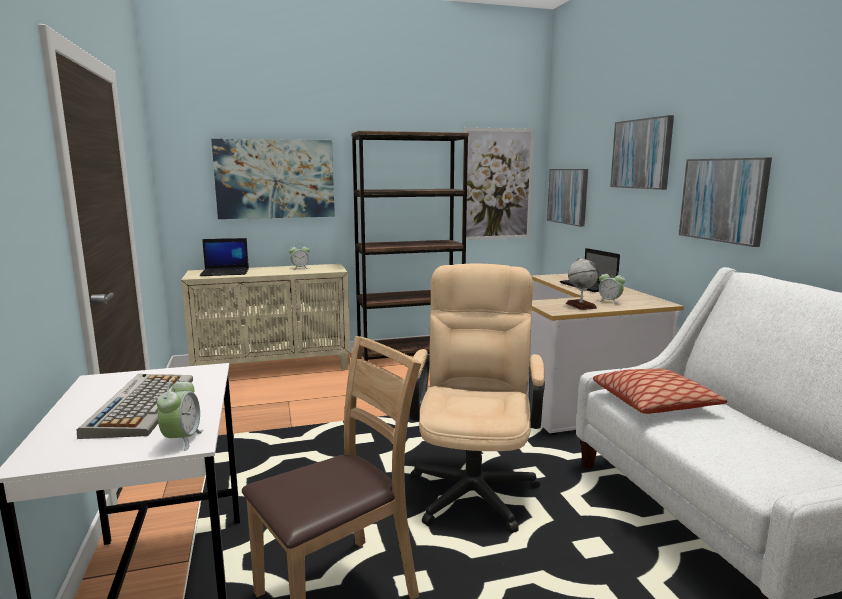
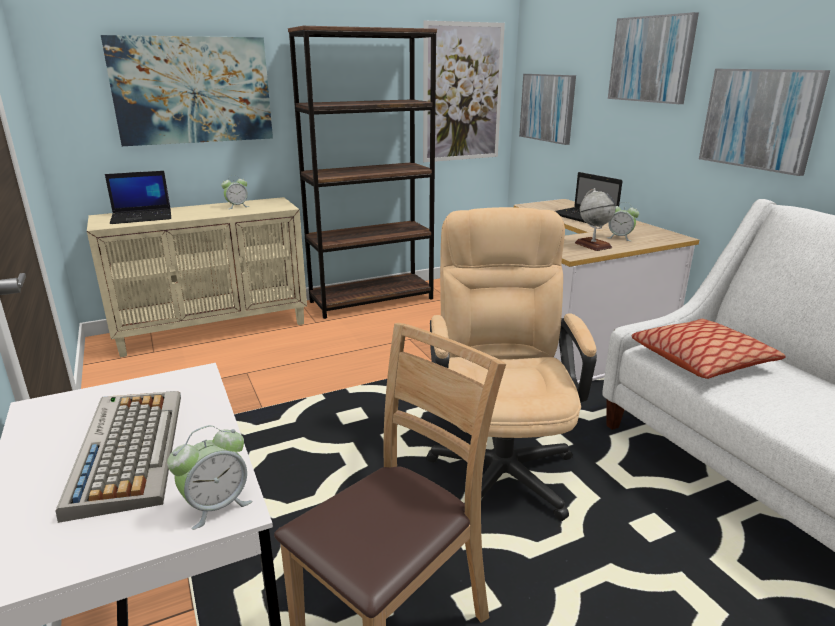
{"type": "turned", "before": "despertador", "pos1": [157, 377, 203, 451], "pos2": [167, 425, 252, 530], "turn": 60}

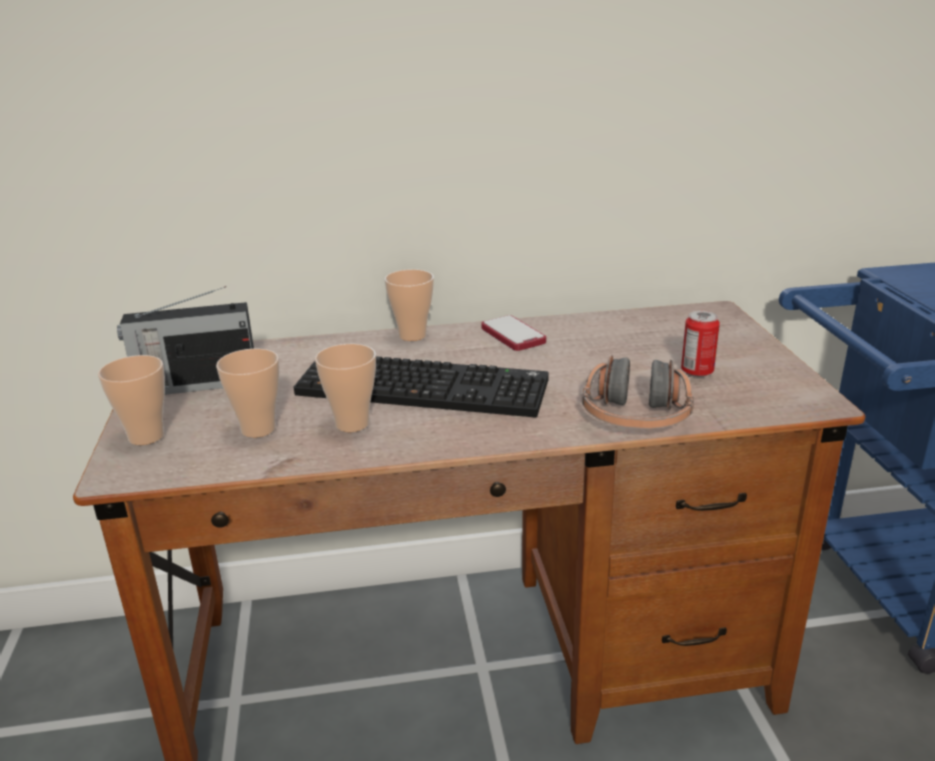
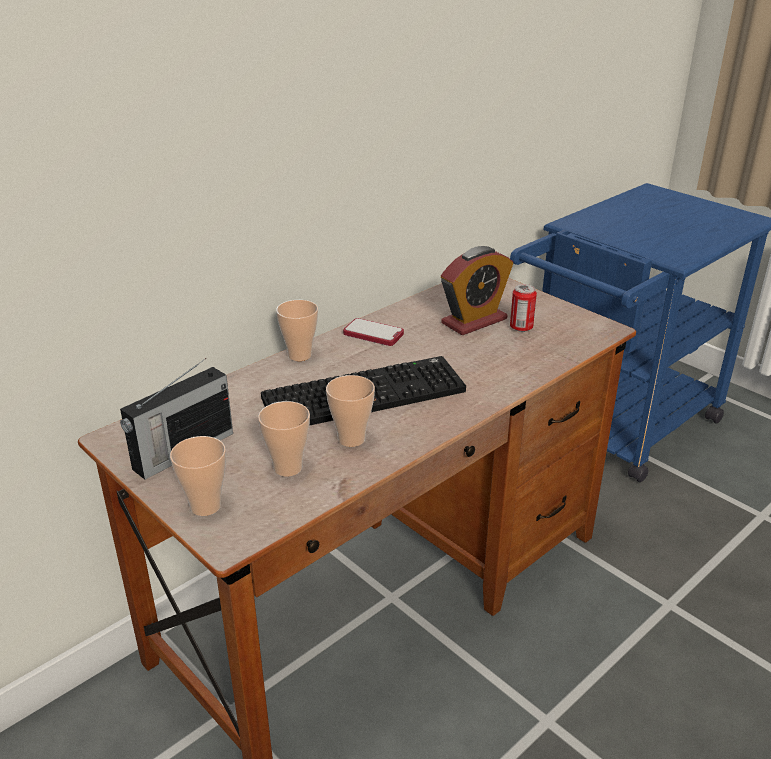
{"type": "removed", "before": "auriculares", "pos1": [582, 355, 694, 429]}
{"type": "added", "after": "despertador", "pos2": [441, 246, 513, 336]}

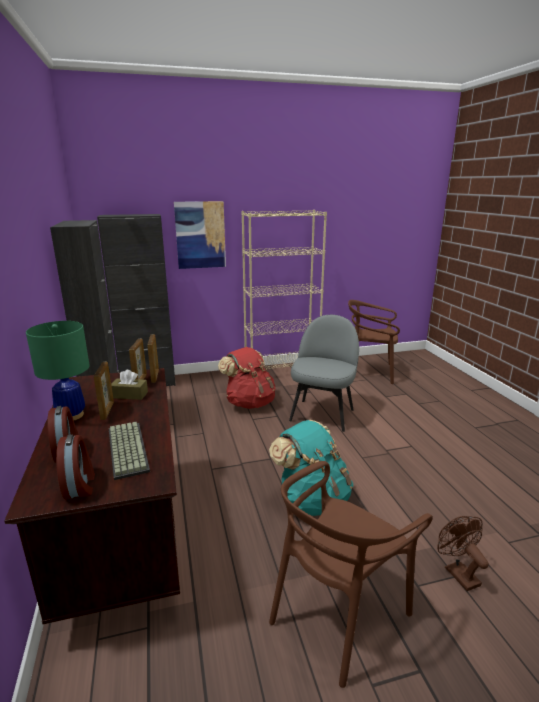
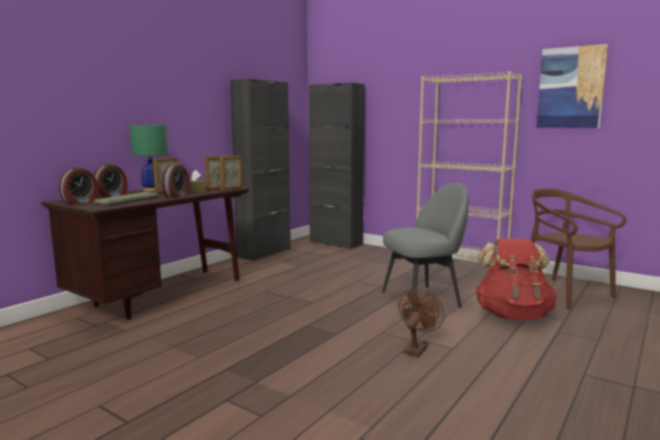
{"type": "moved", "before": "cuadro", "pos1": [174, 201, 226, 269], "pos2": [536, 44, 608, 128]}
{"type": "moved", "before": "mochila/rojo", "pos1": [218, 347, 275, 409], "pos2": [475, 238, 557, 320]}
{"type": "removed", "before": "mochila/turquesa", "pos1": [269, 420, 354, 516]}
{"type": "removed", "before": "silla/marrón", "pos1": [269, 461, 433, 688]}
{"type": "moved", "before": "ventilador/marrón", "pos1": [437, 516, 489, 591], "pos2": [398, 289, 445, 357]}
{"type": "added", "after": "despertador", "pos2": [162, 163, 190, 198]}

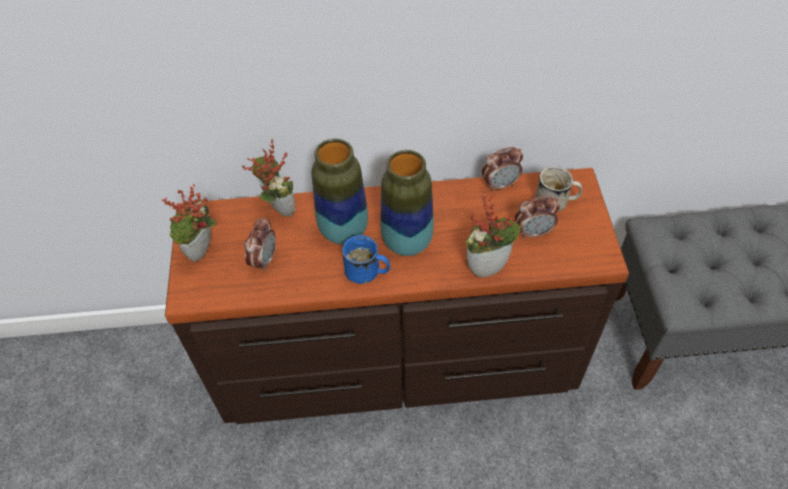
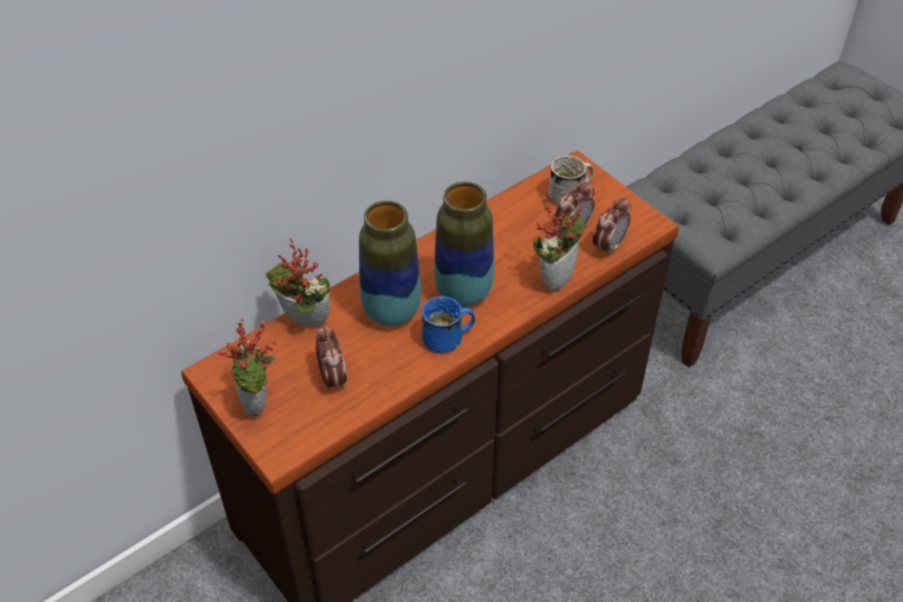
{"type": "moved", "before": "despertador", "pos1": [482, 147, 523, 192], "pos2": [593, 197, 631, 257]}

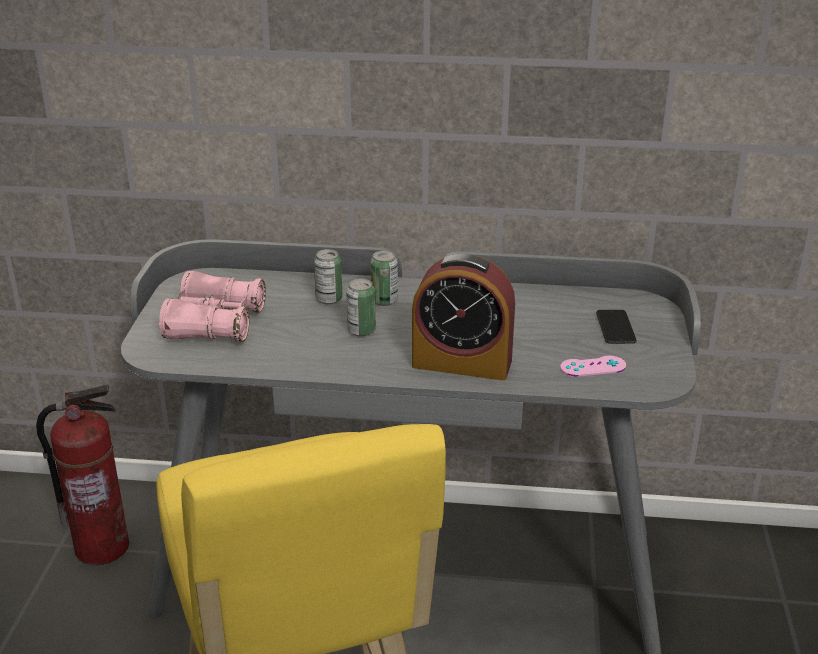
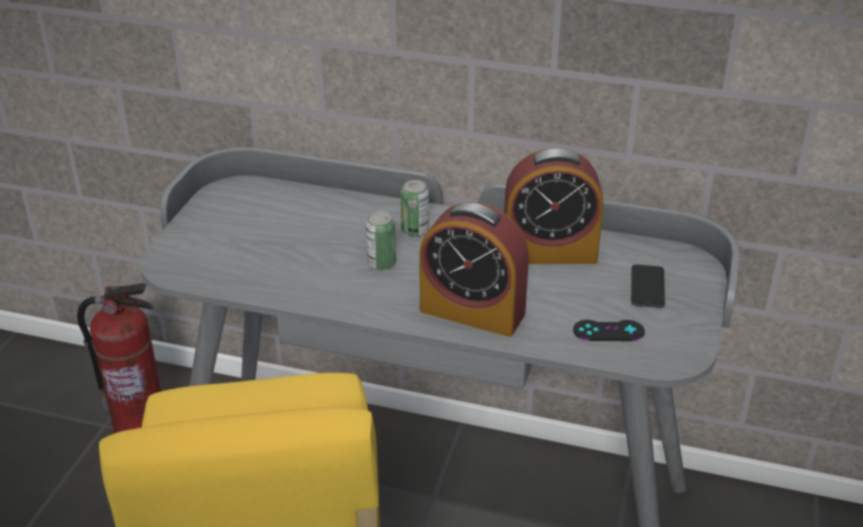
{"type": "removed", "before": "prismáticos/rosa", "pos1": [159, 271, 266, 342]}
{"type": "removed", "before": "lata", "pos1": [314, 249, 343, 304]}
{"type": "recoloured", "before": "mando de consola/rosa", "after": "mando de consola/negro", "pos1": [560, 356, 626, 377], "pos2": [573, 320, 645, 341]}
{"type": "added", "after": "despertador", "pos2": [504, 148, 603, 264]}

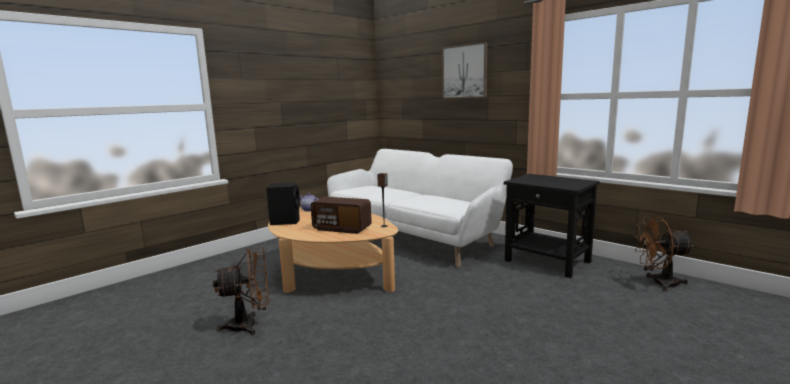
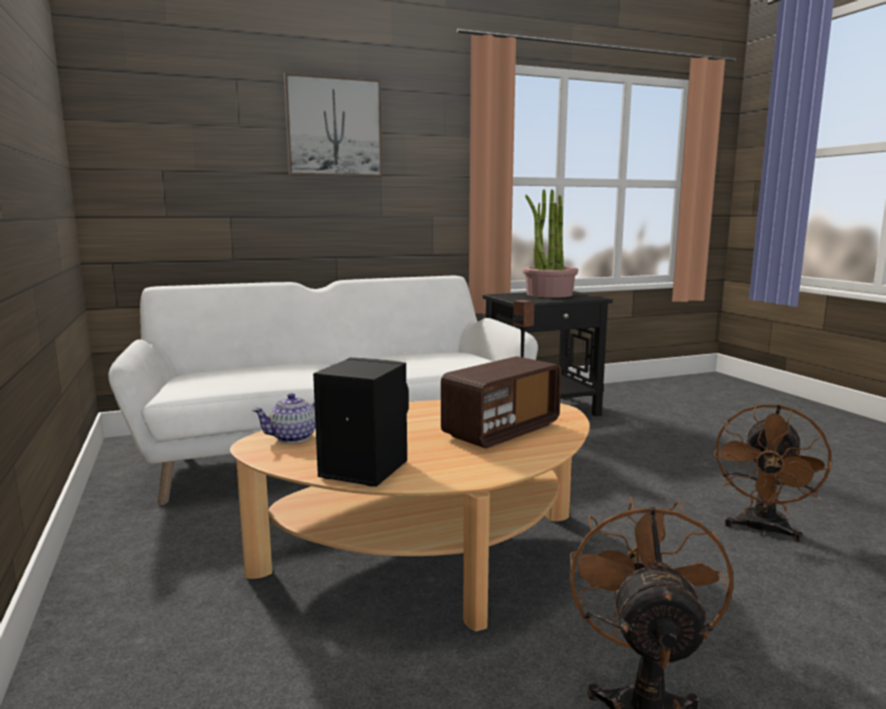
{"type": "moved", "before": "ventilador/marrón", "pos1": [634, 217, 695, 291], "pos2": [713, 404, 831, 542]}
{"type": "added", "after": "planta en maceta", "pos2": [523, 189, 578, 298]}

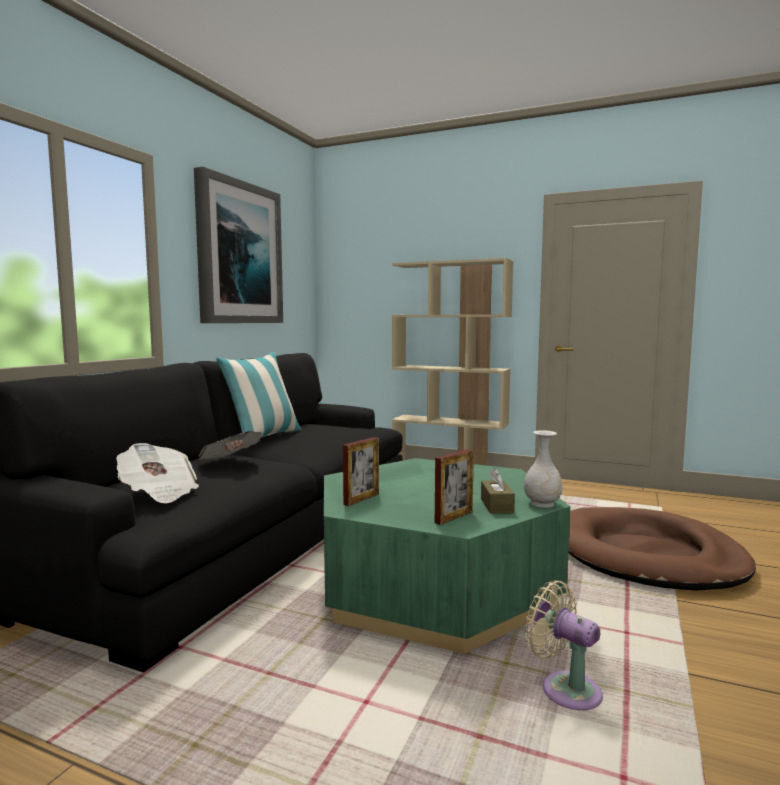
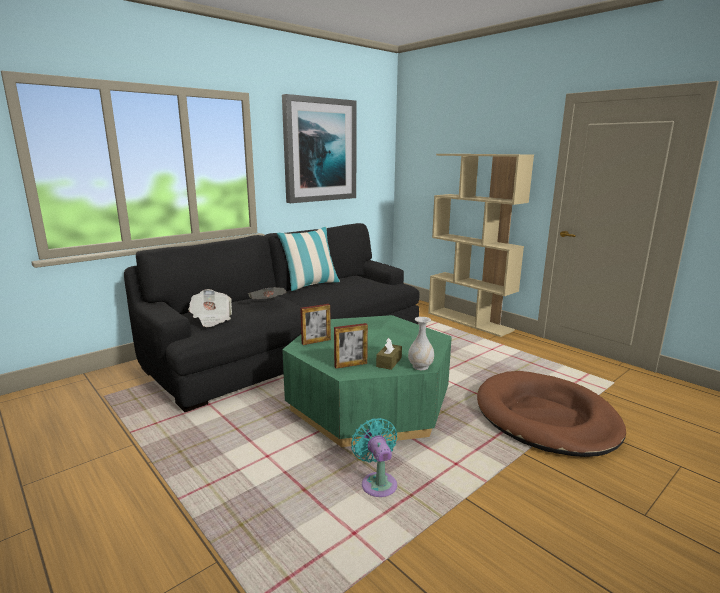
{"type": "recoloured", "before": "ventilador/beis", "after": "ventilador/turquesa", "pos1": [525, 580, 603, 710], "pos2": [351, 418, 397, 497]}

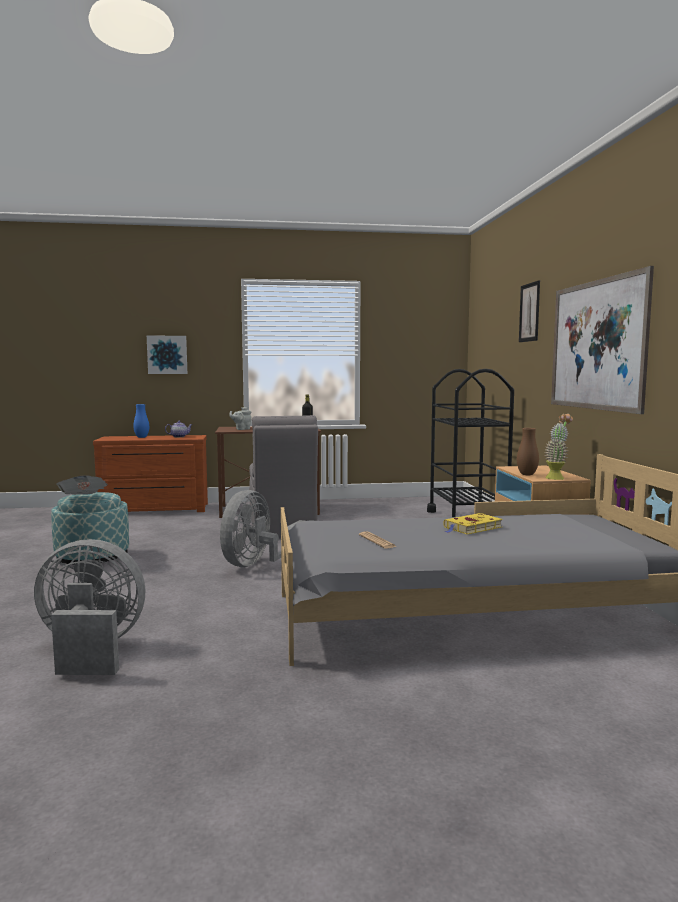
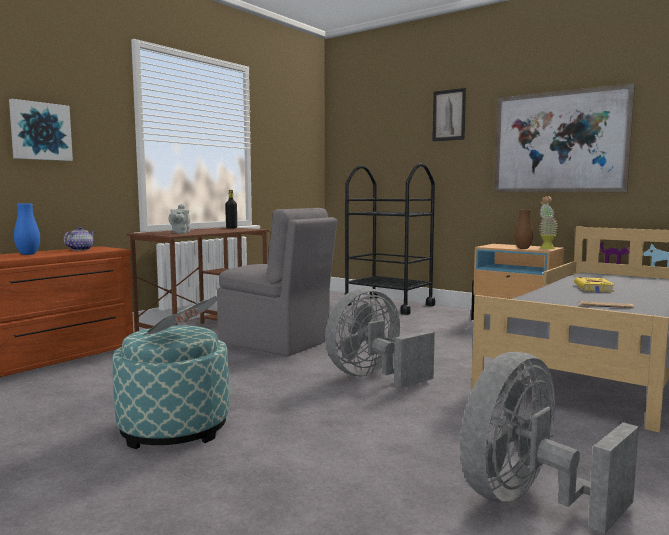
{"type": "turned", "before": "ventilador/gris", "pos1": [220, 490, 304, 567], "pos2": [325, 288, 435, 388], "turn": 75}

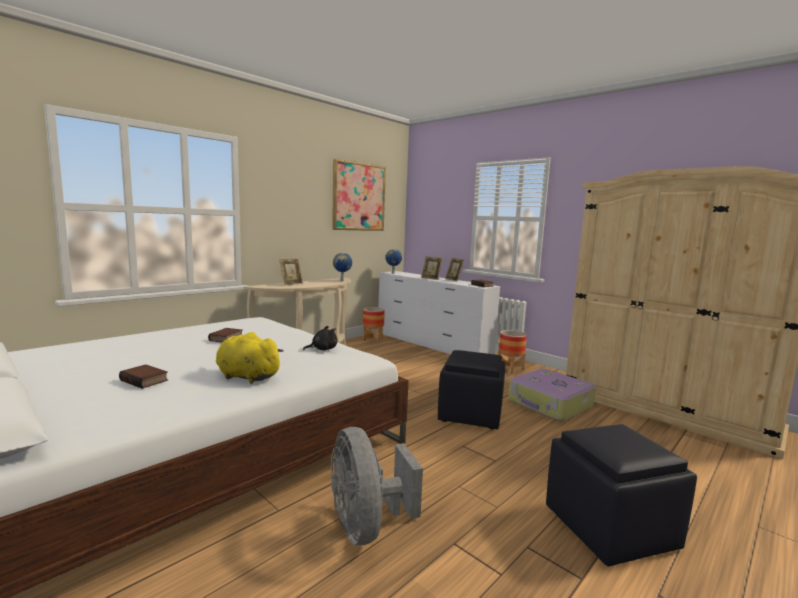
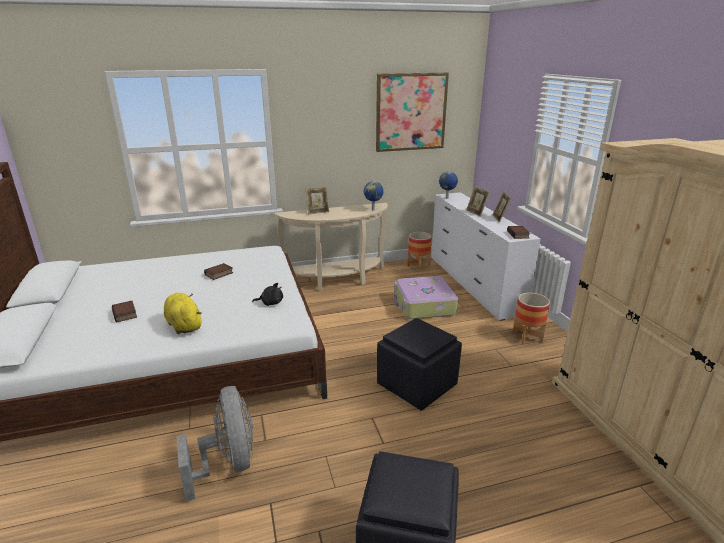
{"type": "turned", "before": "ventilador/gris", "pos1": [331, 427, 423, 545], "pos2": [177, 386, 254, 502], "turn": 150}
{"type": "moved", "before": "maleta", "pos1": [508, 369, 596, 421], "pos2": [394, 276, 458, 319]}

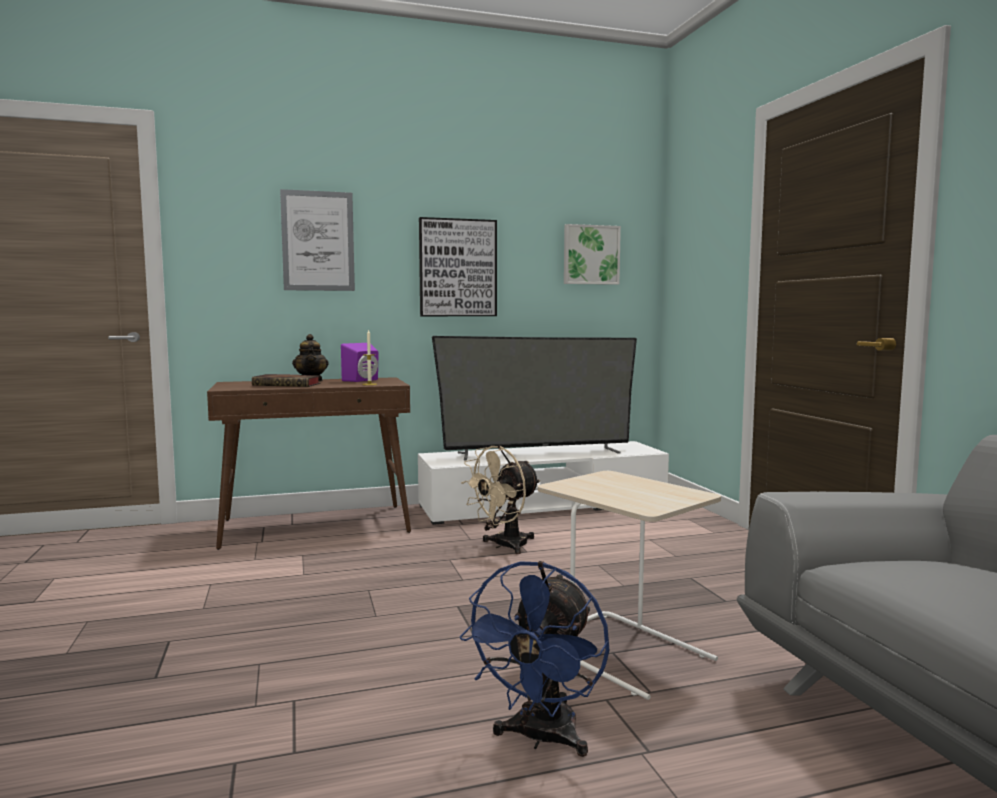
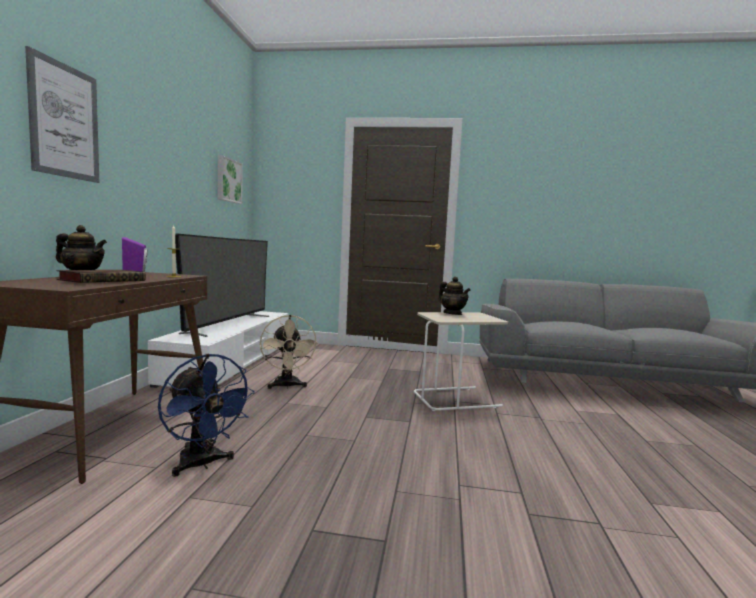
{"type": "removed", "before": "cuadro", "pos1": [419, 217, 497, 316]}
{"type": "moved", "before": "ventilador/azul", "pos1": [460, 561, 609, 757], "pos2": [158, 354, 255, 477]}
{"type": "added", "after": "tetera", "pos2": [438, 277, 471, 315]}

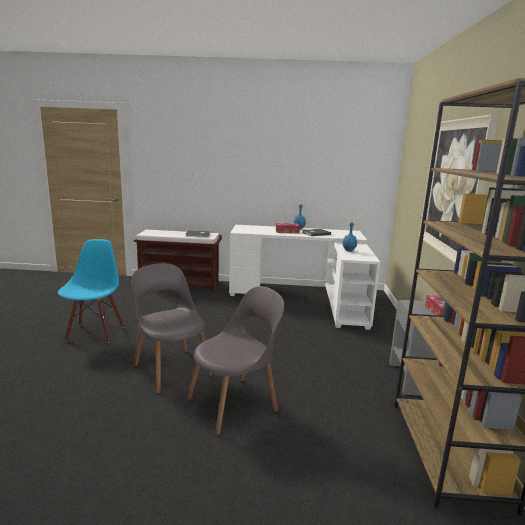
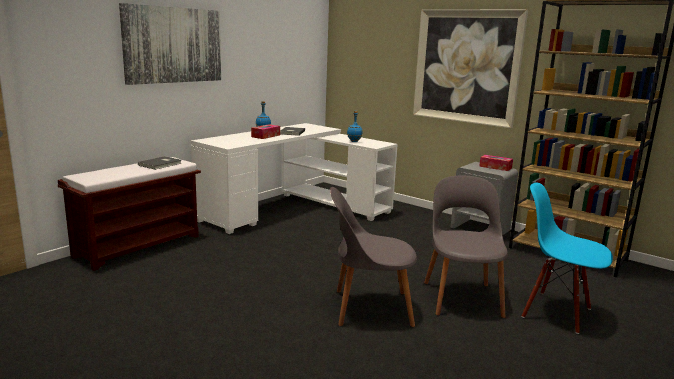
{"type": "moved", "before": "silla/azul", "pos1": [58, 239, 124, 343], "pos2": [522, 183, 613, 334]}
{"type": "added", "after": "cuadro", "pos2": [119, 3, 221, 85]}

